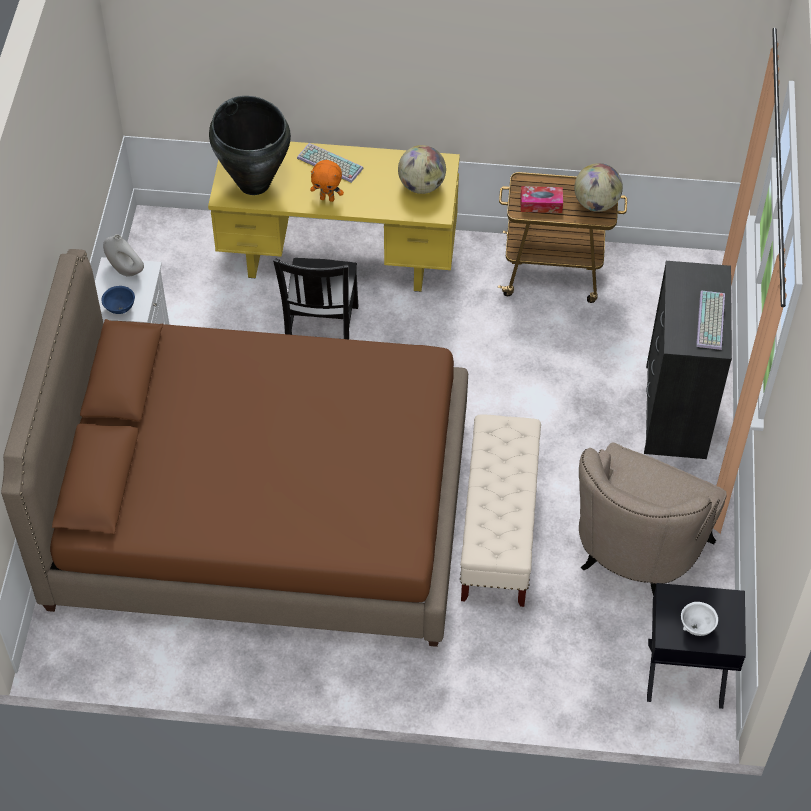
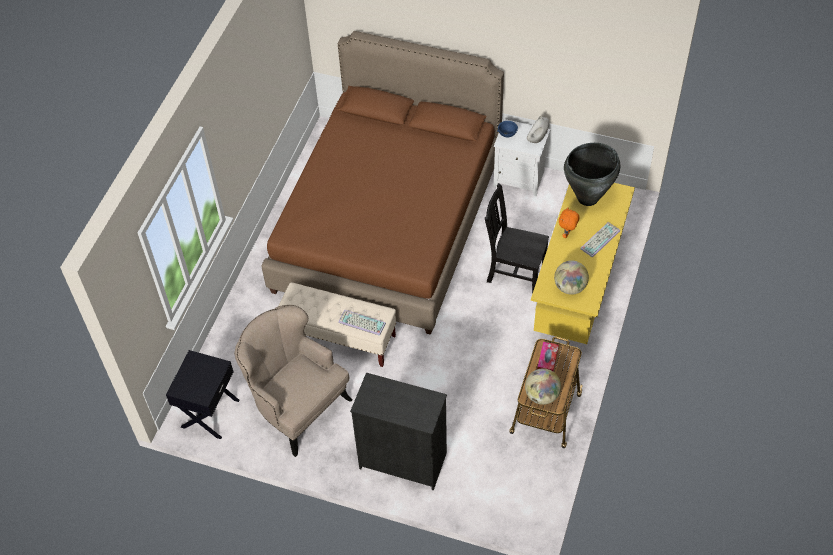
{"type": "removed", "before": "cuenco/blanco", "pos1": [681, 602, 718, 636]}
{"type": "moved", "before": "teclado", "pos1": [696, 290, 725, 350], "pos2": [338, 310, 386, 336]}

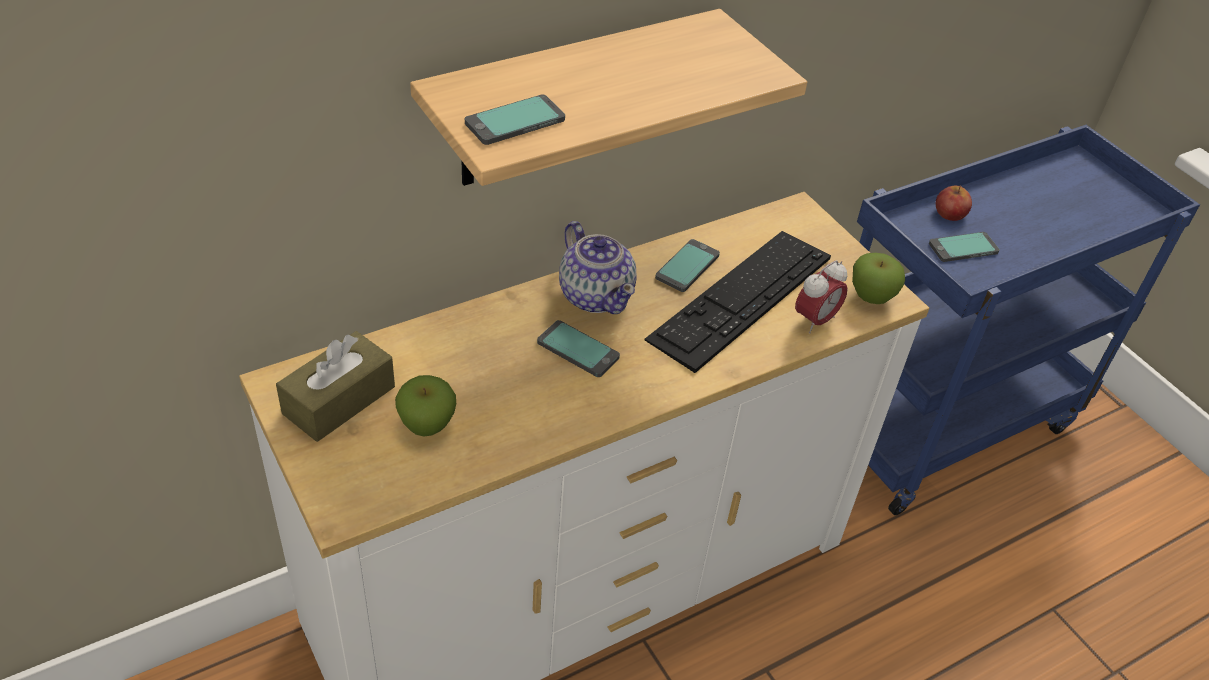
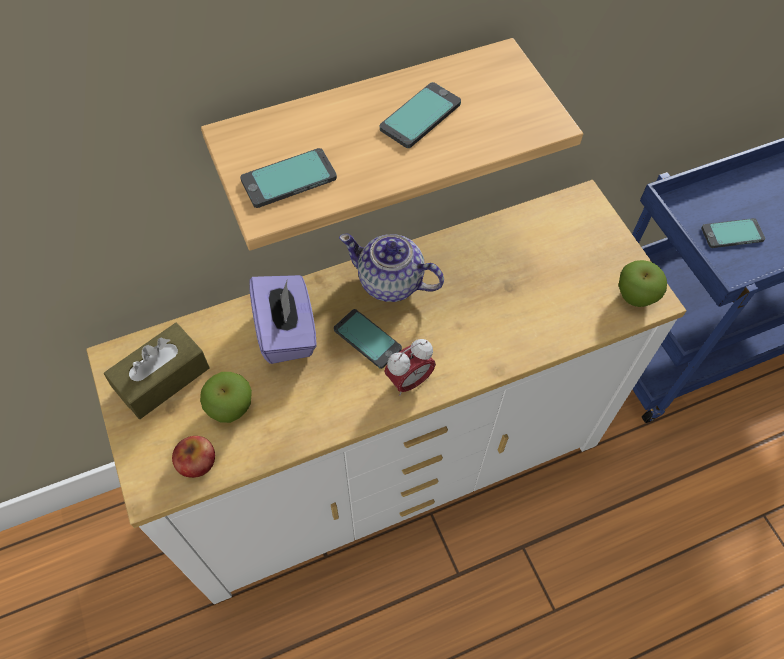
{"type": "turned", "before": "tetera", "pos1": [559, 221, 636, 314], "pos2": [339, 234, 444, 302], "turn": 135}
{"type": "removed", "before": "teclado", "pos1": [644, 231, 831, 373]}
{"type": "moved", "before": "móvil", "pos1": [655, 239, 720, 292], "pos2": [380, 82, 461, 148]}
{"type": "moved", "before": "despertador", "pos1": [795, 260, 848, 334], "pos2": [384, 339, 436, 396]}
{"type": "moved", "before": "manzana", "pos1": [936, 185, 972, 221], "pos2": [172, 436, 215, 478]}
{"type": "added", "after": "caja de pañuelos/morado", "pos2": [249, 275, 317, 364]}

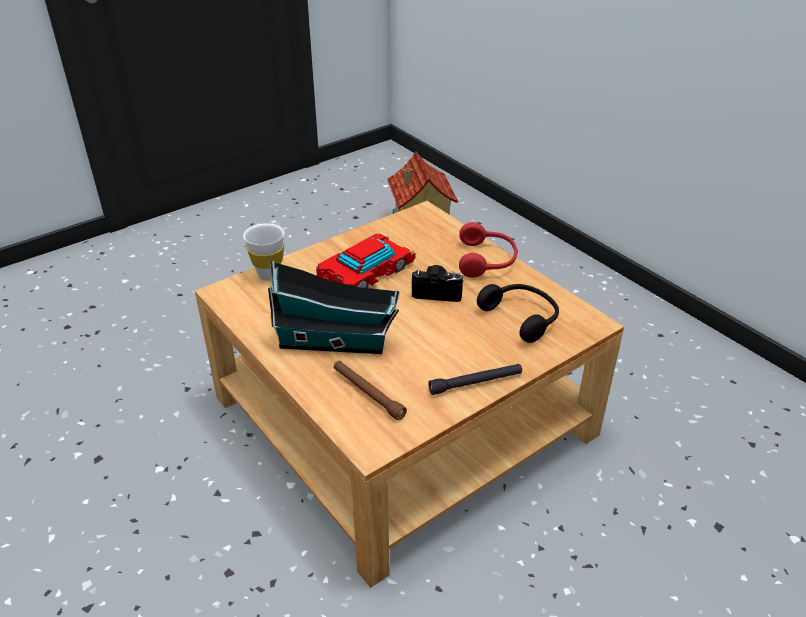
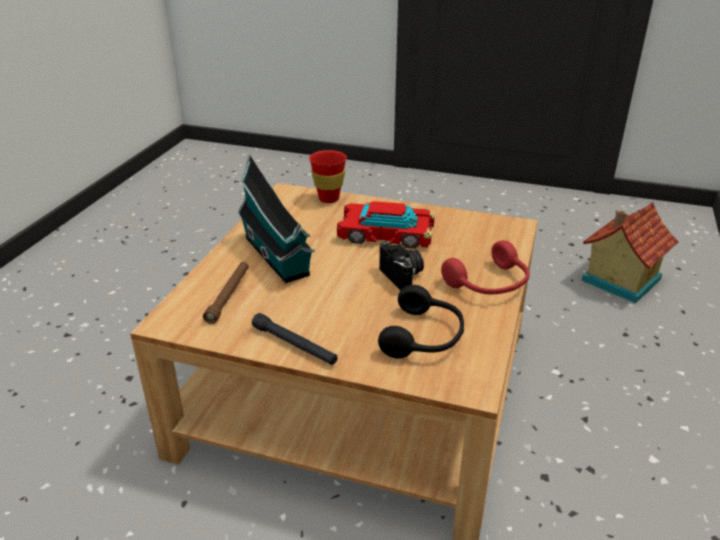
{"type": "recoloured", "before": "taza/blanco", "after": "taza/rojo", "pos1": [243, 223, 284, 281], "pos2": [309, 150, 347, 203]}

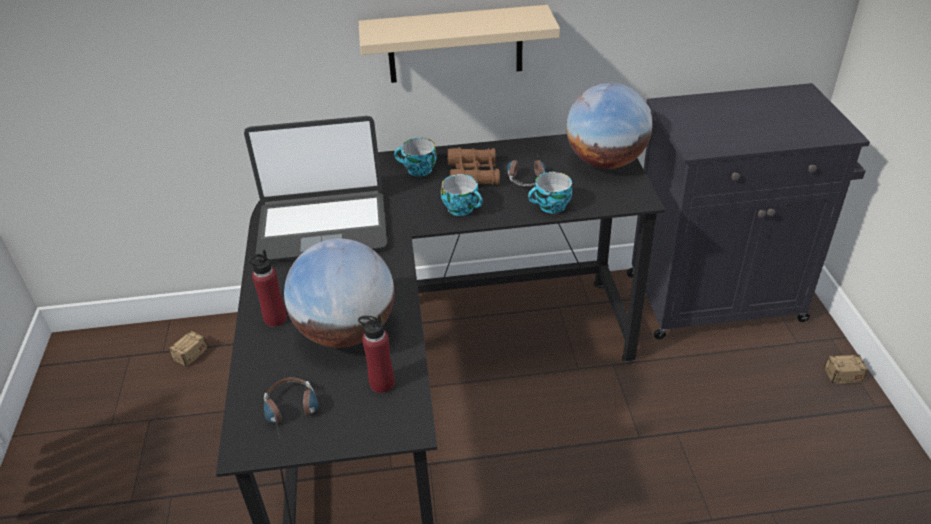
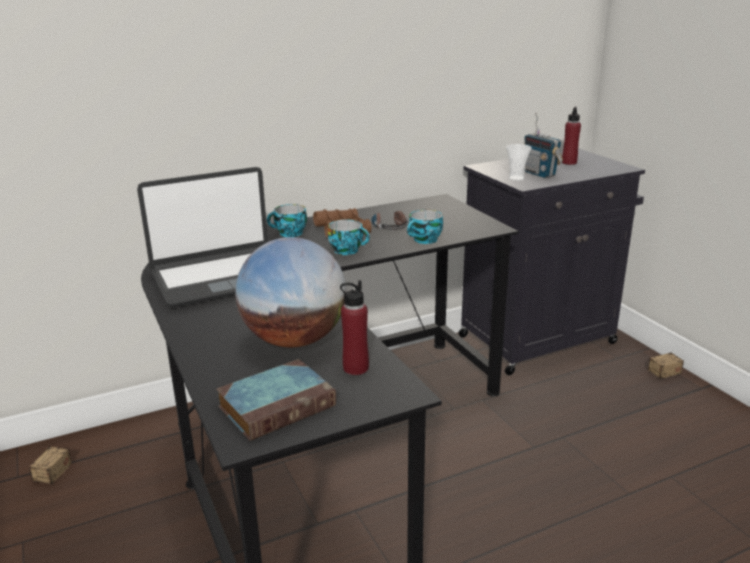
{"type": "moved", "before": "botella/rojo", "pos1": [248, 250, 287, 327], "pos2": [562, 107, 581, 165]}
{"type": "replaced", "before": "auriculares", "after": "libro", "pos1": [264, 377, 319, 438], "pos2": [216, 359, 336, 441]}
{"type": "removed", "before": "estante/beis", "pos1": [359, 5, 560, 83]}
{"type": "removed", "before": "globo terráqueo", "pos1": [566, 83, 652, 169]}
{"type": "added", "after": "taza", "pos2": [506, 144, 532, 181]}
{"type": "added", "after": "radio", "pos2": [524, 113, 563, 178]}

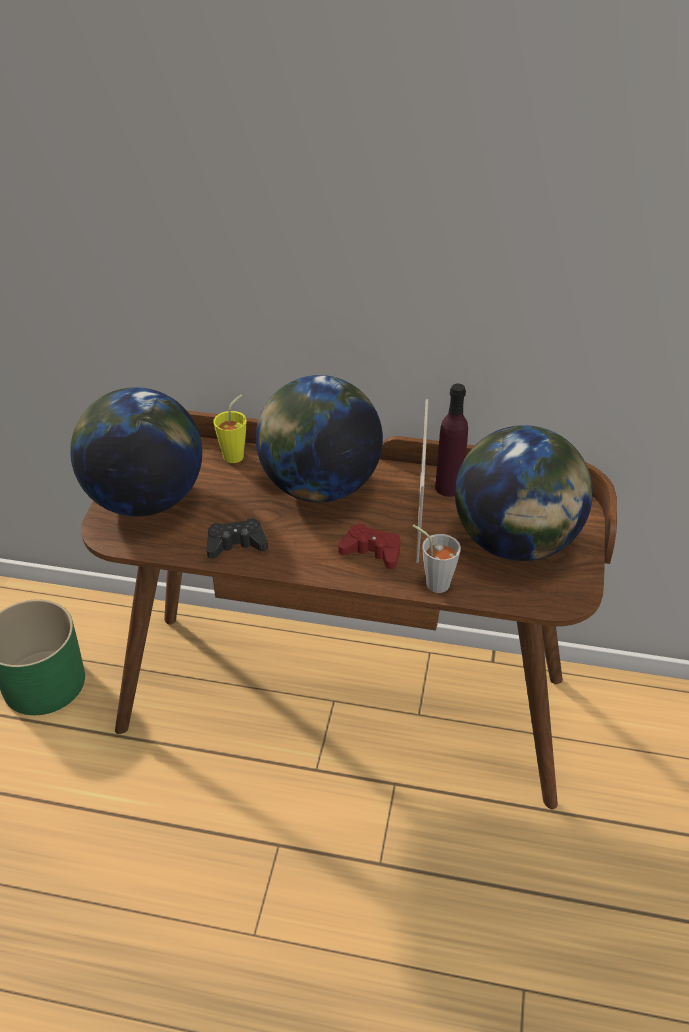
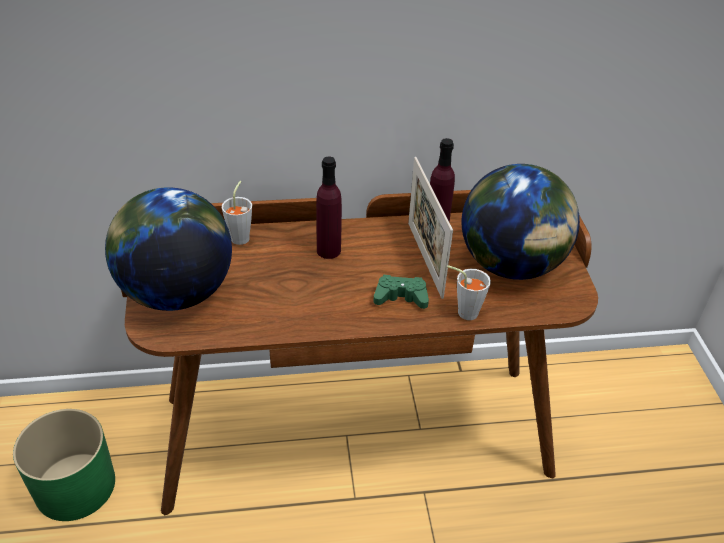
{"type": "removed", "before": "mando de consola/negro", "pos1": [206, 518, 268, 559]}
{"type": "recoloured", "before": "taza/amarillo", "after": "taza/gris", "pos1": [214, 394, 246, 463], "pos2": [222, 181, 252, 245]}
{"type": "replaced", "before": "globo terráqueo", "after": "botella/morado", "pos1": [256, 375, 383, 502], "pos2": [316, 156, 342, 259]}
{"type": "recoloured", "before": "mando de consola/rojo", "after": "mando de consola/verde", "pos1": [338, 523, 400, 569], "pos2": [374, 275, 429, 309]}

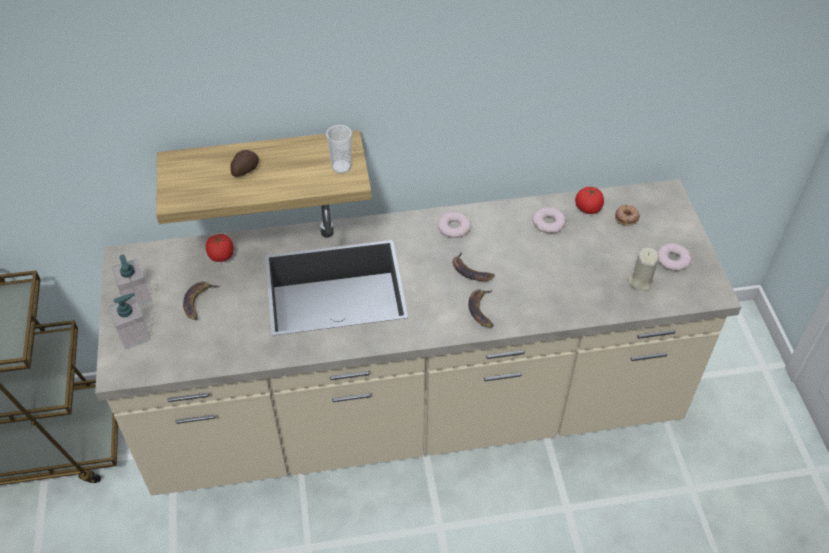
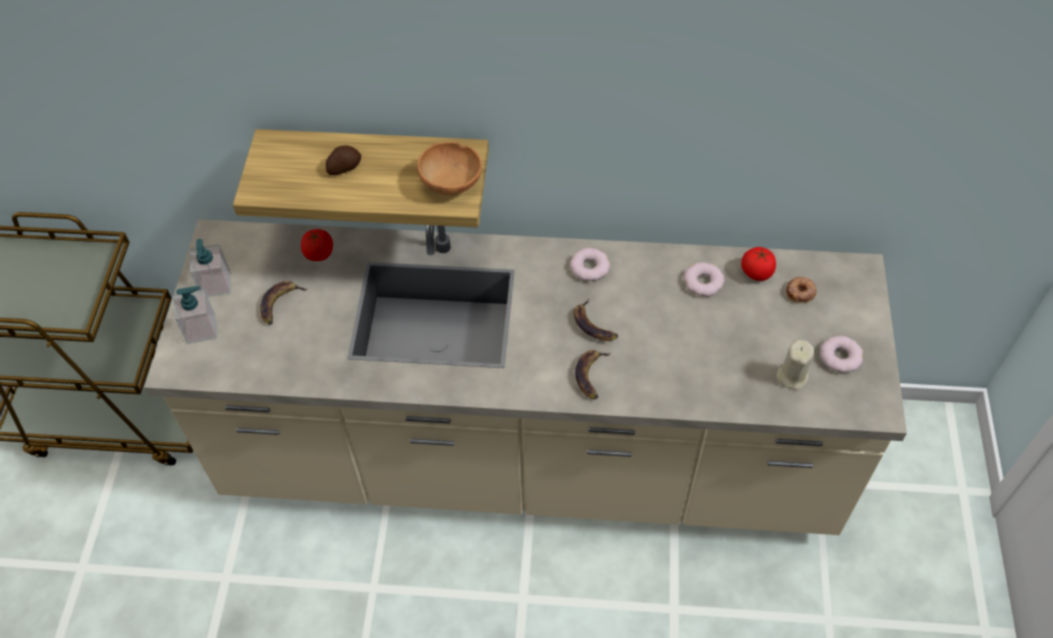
{"type": "replaced", "before": "taza", "after": "cuenco/marrón", "pos1": [326, 125, 352, 174], "pos2": [417, 142, 482, 195]}

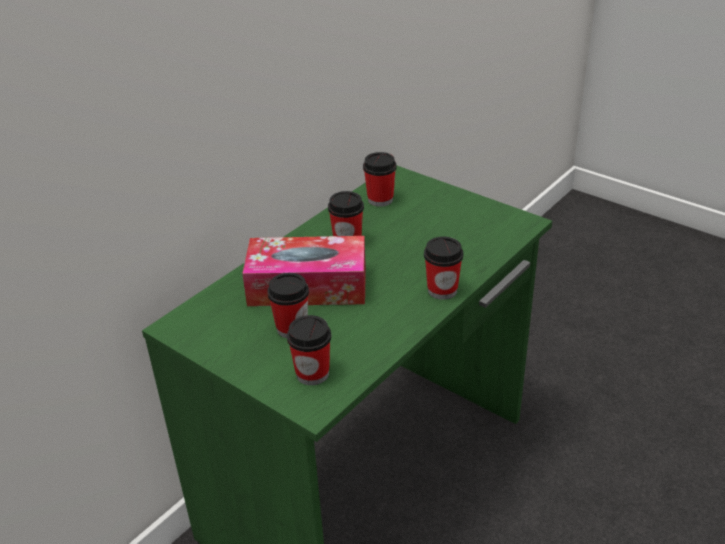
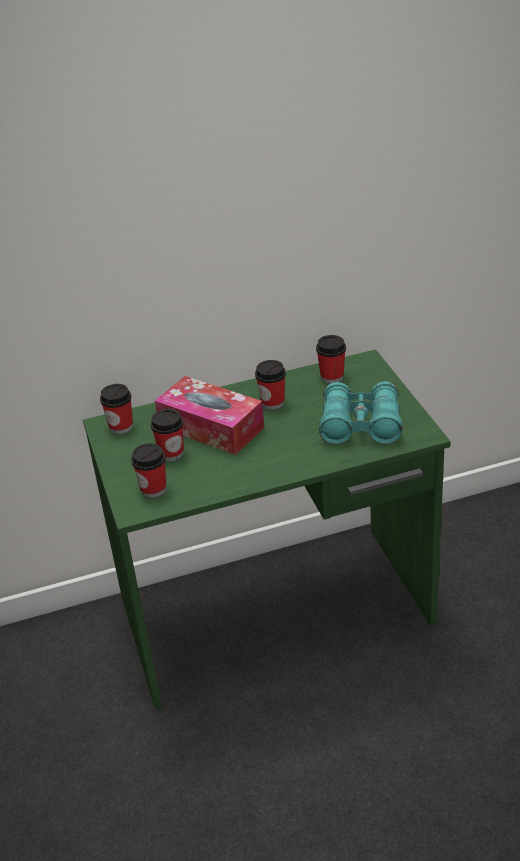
{"type": "moved", "before": "taza", "pos1": [424, 236, 463, 300], "pos2": [100, 384, 133, 434]}
{"type": "added", "after": "prismáticos/turquesa", "pos2": [319, 382, 403, 444]}

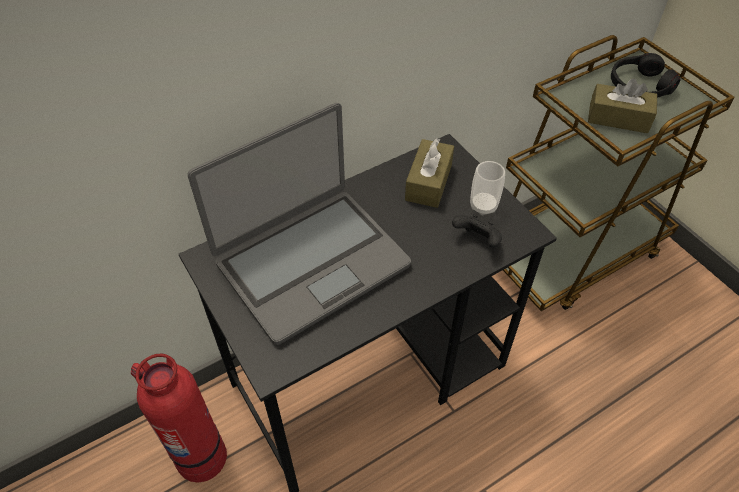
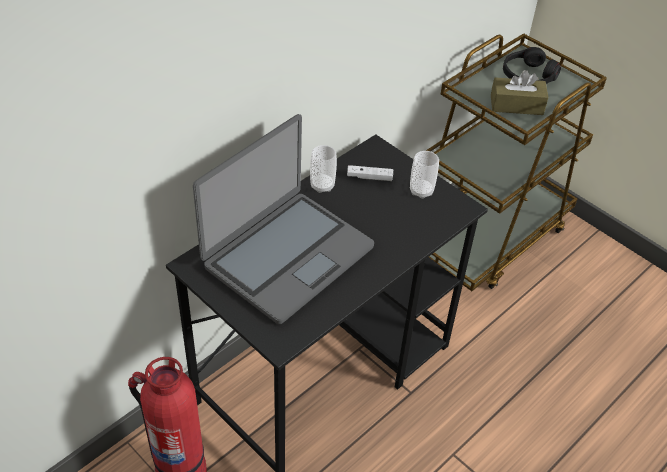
{"type": "replaced", "before": "caja de pañuelos/marrón", "after": "mando de consola/blanco", "pos1": [405, 138, 454, 208], "pos2": [347, 165, 393, 181]}
{"type": "removed", "before": "mando de consola/negro", "pos1": [452, 214, 502, 248]}
{"type": "added", "after": "taza", "pos2": [310, 145, 337, 193]}

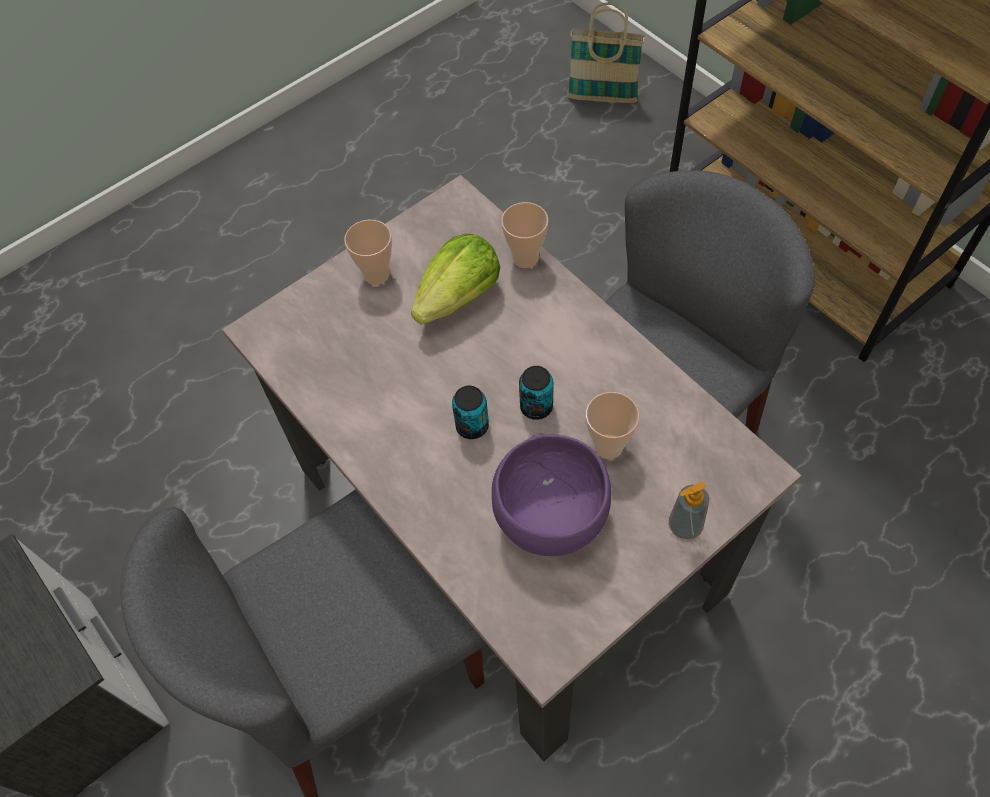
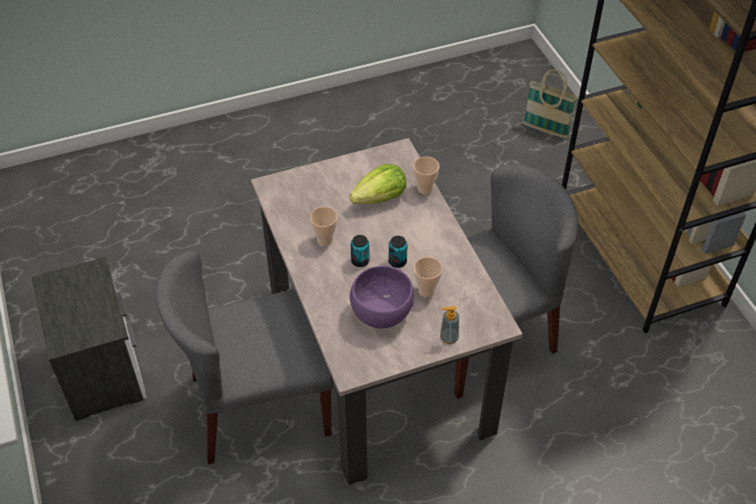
{"type": "moved", "before": "taza", "pos1": [344, 220, 392, 285], "pos2": [310, 207, 338, 246]}

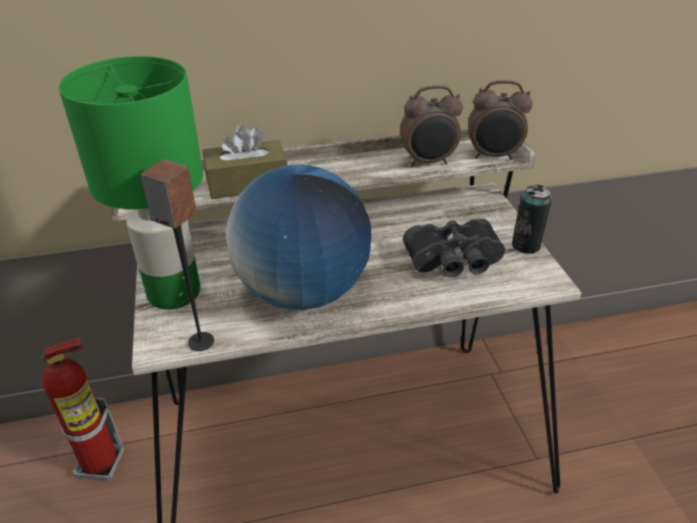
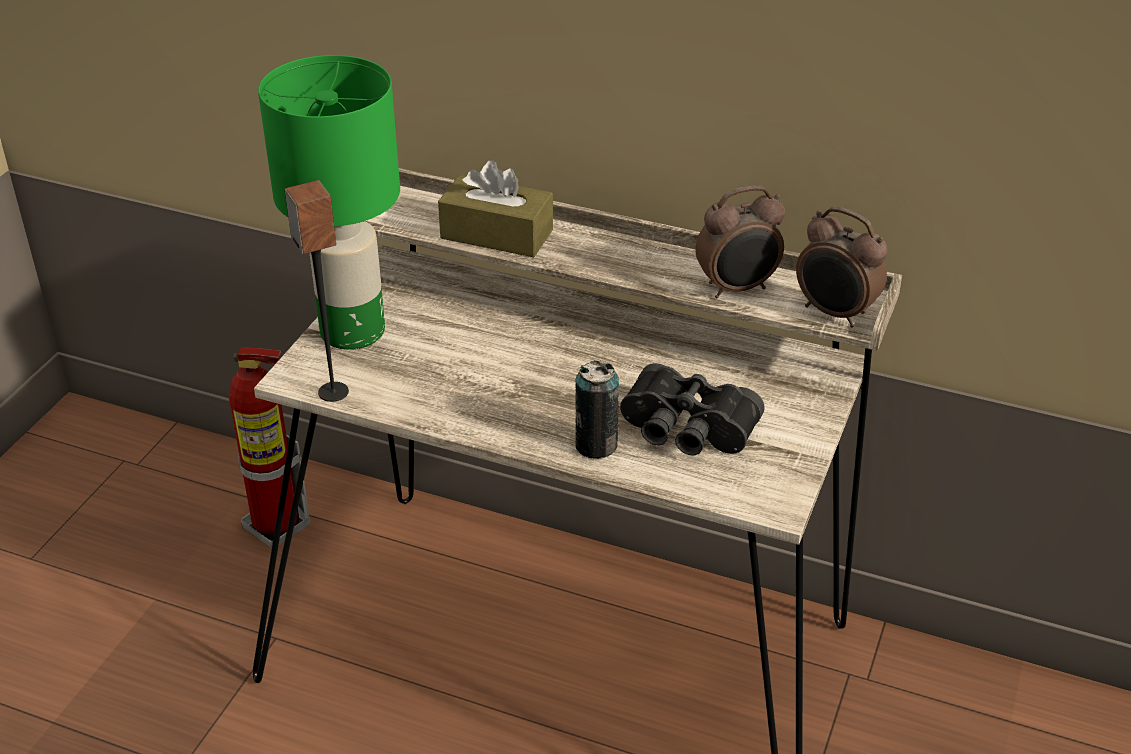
{"type": "removed", "before": "globo terráqueo", "pos1": [226, 164, 371, 310]}
{"type": "turned", "before": "despertador", "pos1": [400, 85, 463, 167], "pos2": [696, 185, 785, 298], "turn": -45}
{"type": "moved", "before": "lata", "pos1": [512, 185, 552, 254], "pos2": [575, 360, 620, 459]}

